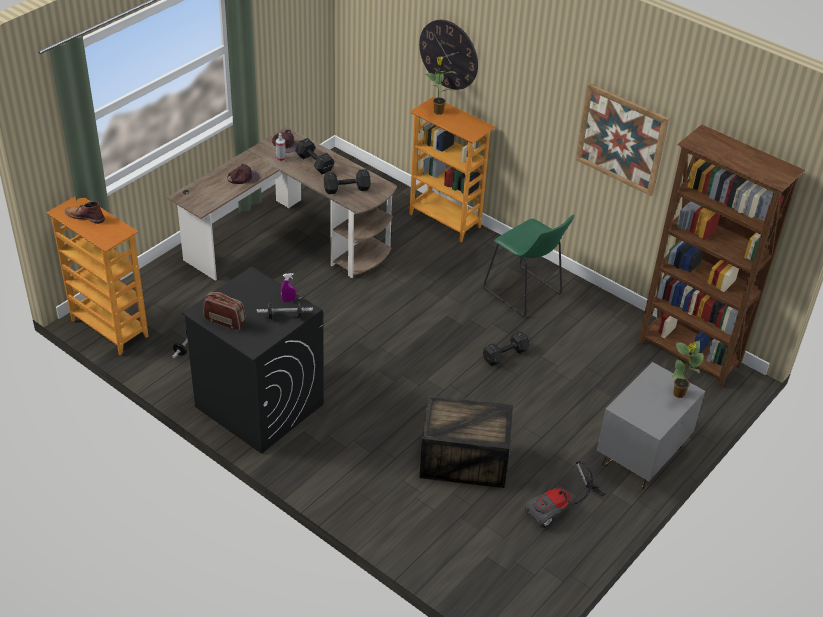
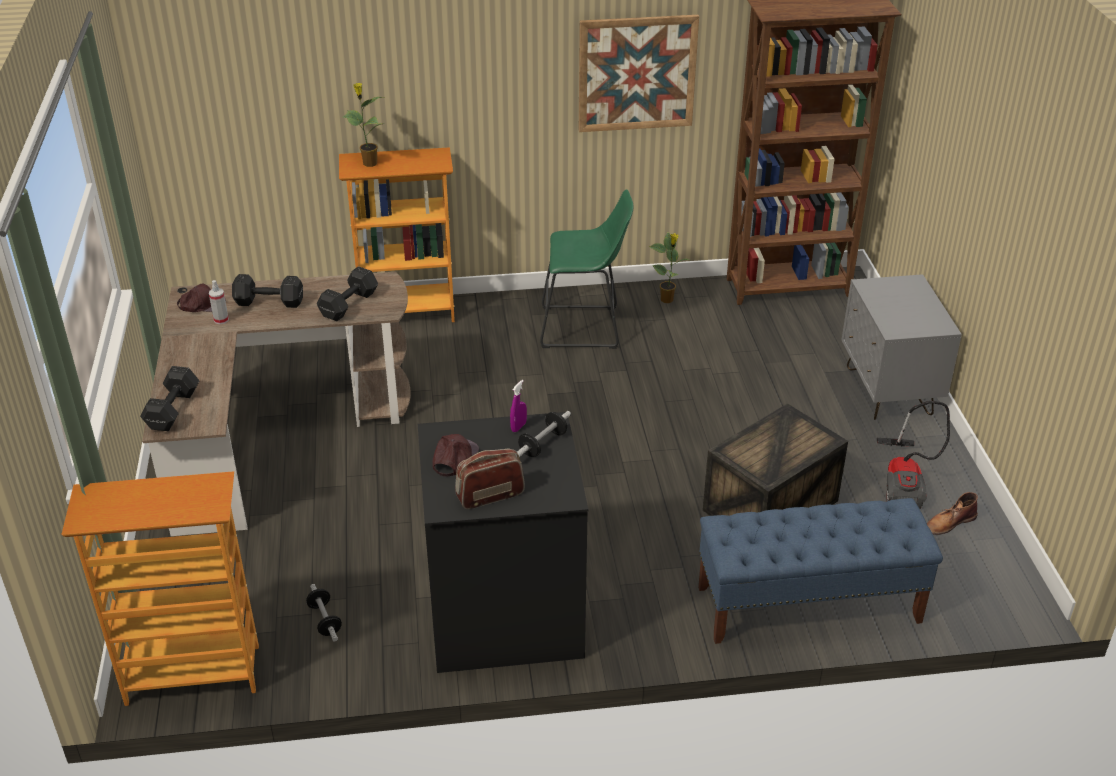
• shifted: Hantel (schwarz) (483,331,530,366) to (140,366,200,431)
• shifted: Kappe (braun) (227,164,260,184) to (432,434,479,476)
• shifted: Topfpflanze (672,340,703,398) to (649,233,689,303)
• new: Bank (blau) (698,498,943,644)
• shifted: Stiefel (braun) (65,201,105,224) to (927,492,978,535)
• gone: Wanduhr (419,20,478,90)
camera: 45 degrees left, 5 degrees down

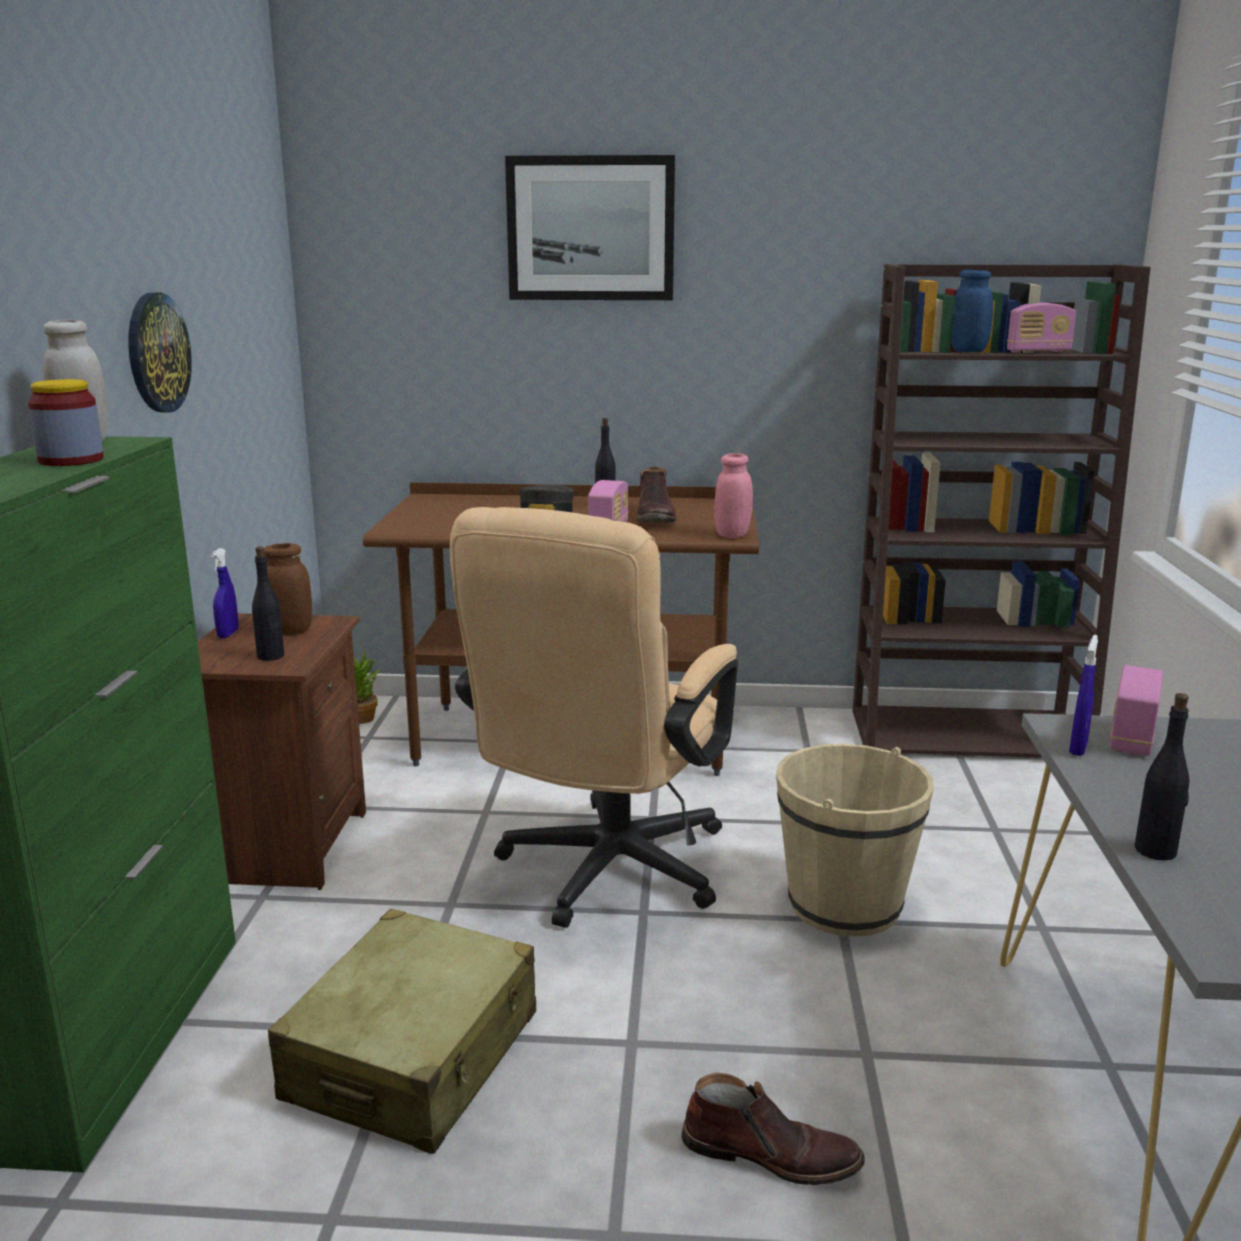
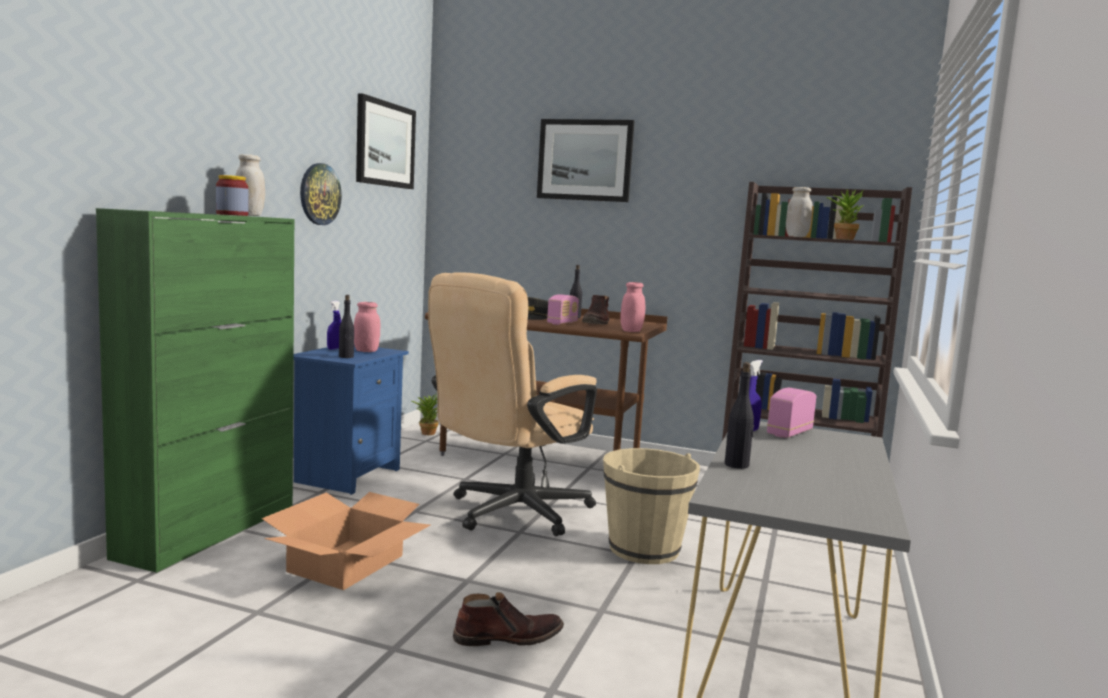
• swapped: Koffer (beige) (268,909,536,1154) to Karton (262,492,430,590)
• repainted: Nachttisch (braun) (198,613,366,890) to Nachttisch (blau) (294,345,409,495)
• repainted: Vorratsglas (braun) (264,543,312,635) to Vorratsglas (rosa) (354,302,380,352)
• new: Bild (356,94,416,189)
• rotated: Stiefel (braun) (681,1073,865,1185) = (453,592,564,646) 45 degrees counterclockwise
• repainted: Vorratsglas (blau) (951,270,993,352) to Vorratsglas (weiß) (786,187,813,237)
• swapped: Radio (1007,302,1076,353) to Topfpflanze (826,189,864,240)
camera: 15 degrees right, 10 degrees down

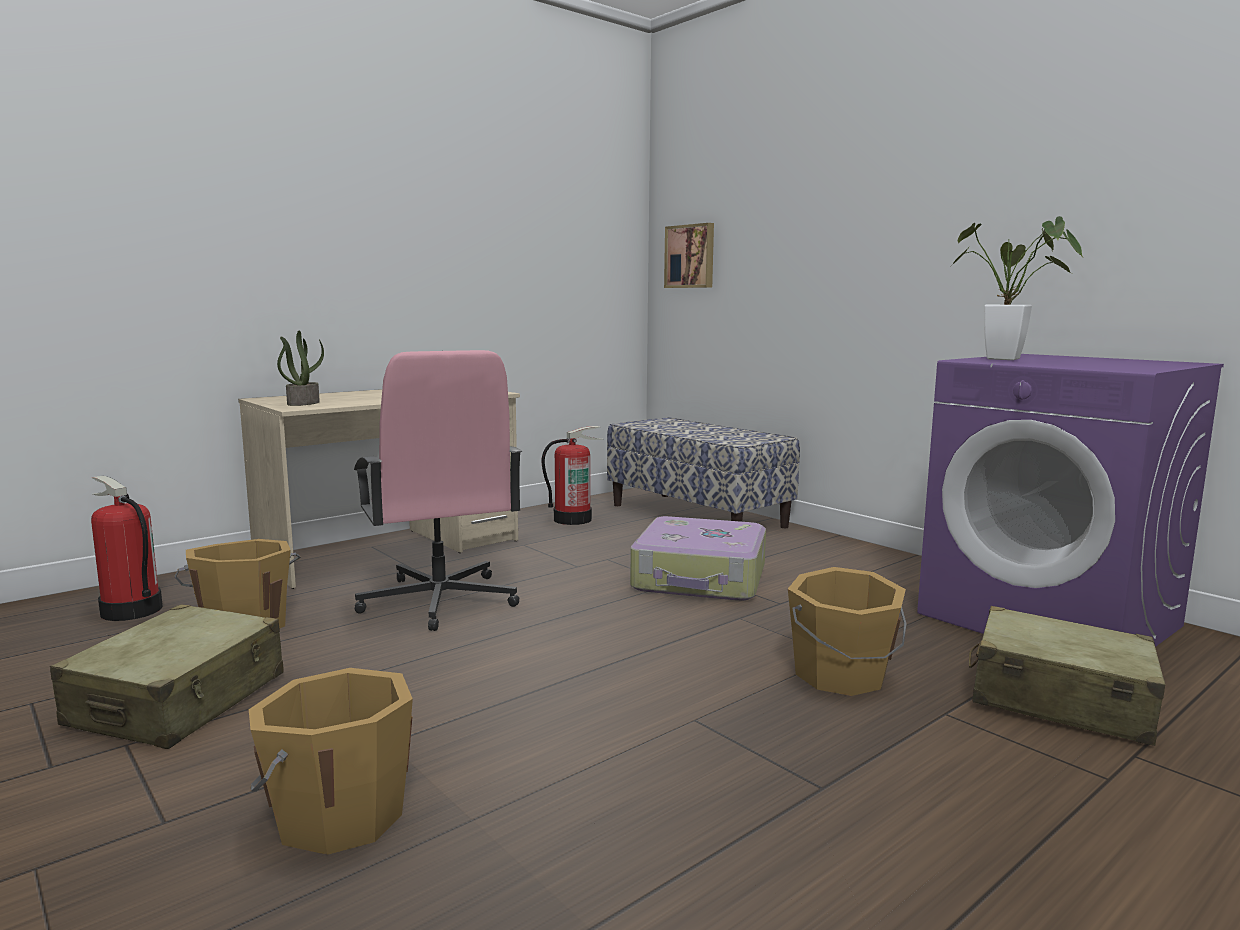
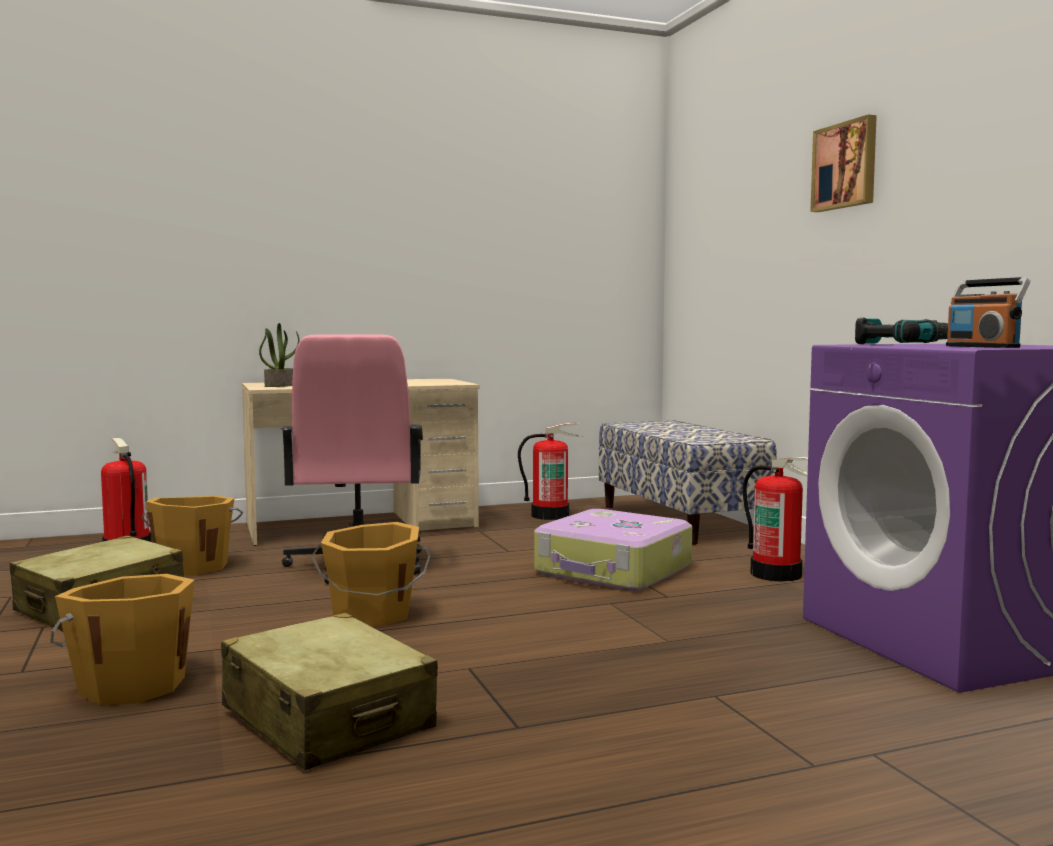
• shifted: Koffer (beige) (969,606,1165,746) to (221,613,438,770)
• shifted: Eimer (orange) (788,567,906,696) to (311,522,430,626)
• new: Feuerlöscher (743,457,808,582)
• shifted: Bild (664,223,714,288) to (810,115,877,212)
• swapped: Topfpflanze (952,216,1083,360) to Bohrmaschine (855,317,948,344)
• new: Radio (946,277,1030,348)
camera: 20 degrees right, 5 degrees down

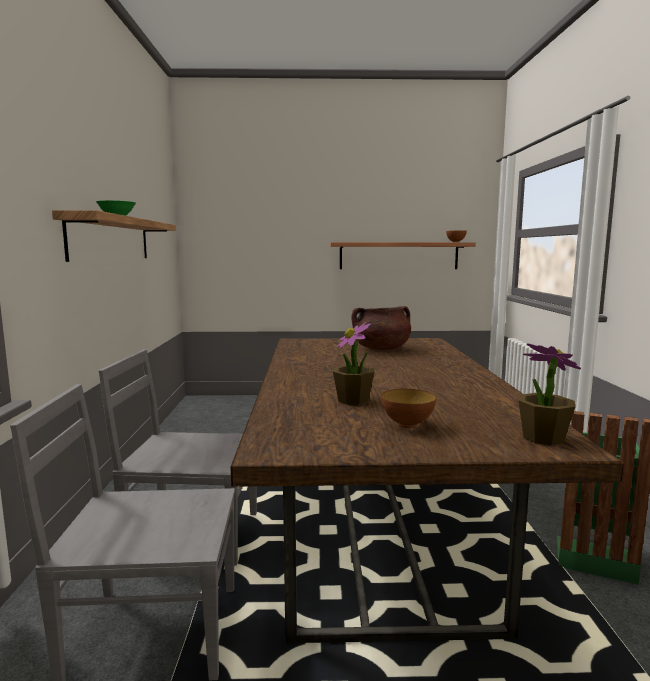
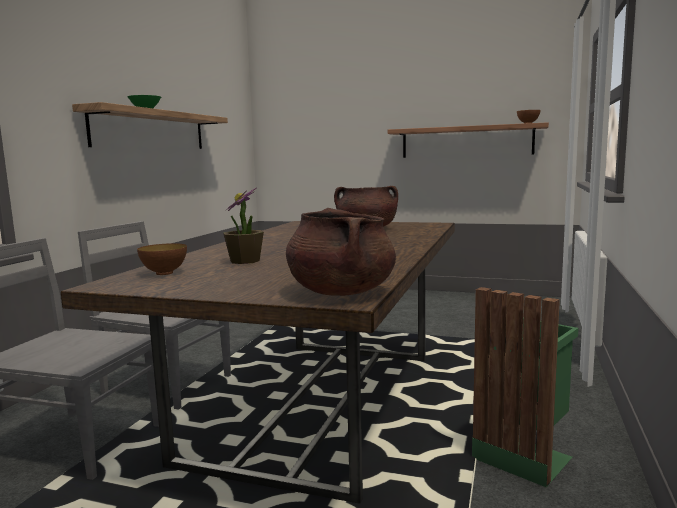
• shifted: Schüssel (381,389,436,428) to (137,243,187,275)
• swapped: Topfpflanze (518,343,581,446) to Kochtopf (braun) (286,208,396,296)
camera: 20 degrees right, 0 degrees up

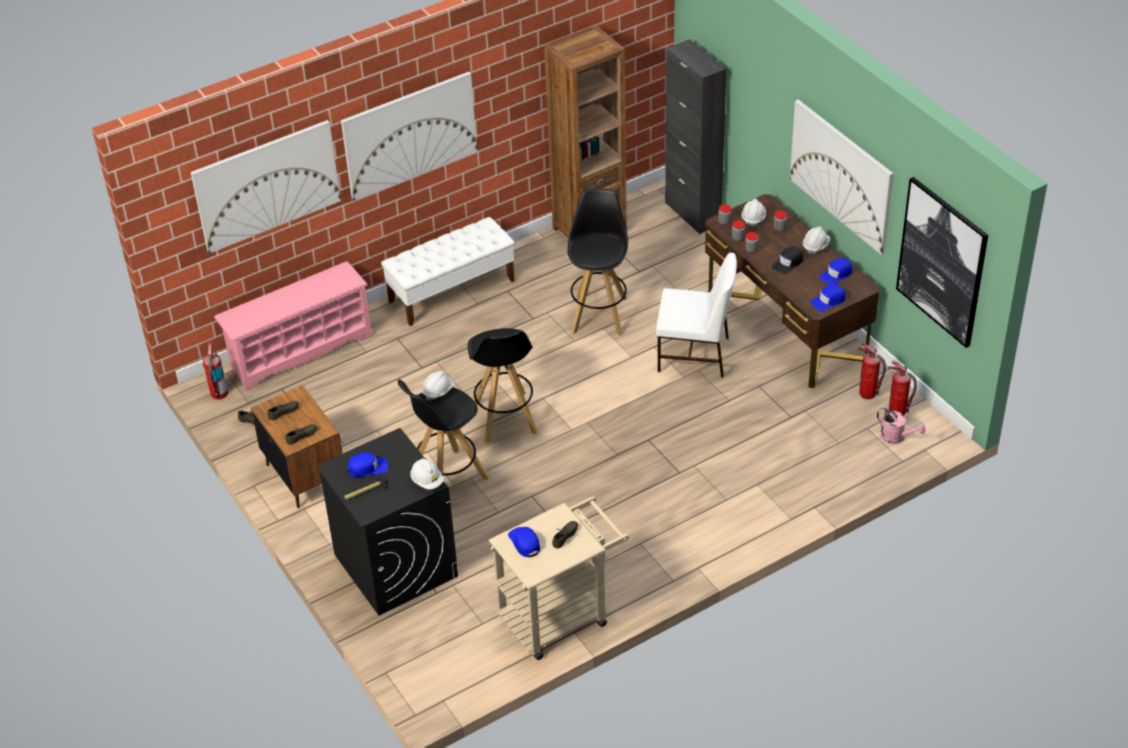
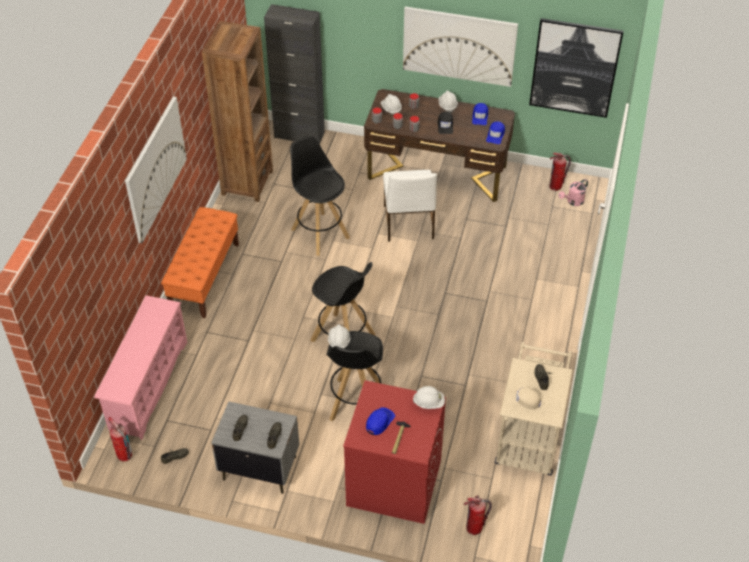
• repainted: Bank (weiß) (381,217,515,326) to Bank (orange) (161,207,239,318)
• repainted: Nachttisch (braun) (251,385,343,509) to Nachttisch (grau) (211,401,299,494)
• repainted: Waschmaschine (schwarz) (316,428,458,616) to Waschmaschine (rot) (343,380,446,524)
• rotated: Stuhl (weiß) (656,253,737,377) = (383,170,437,242) 120 degrees clockwise
• shifted: Feuerlöscher (858,343,886,399) to (464,495,492,535)
• repainted: Kappe (blau) (508,527,540,557) to Kappe (beige) (507,387,541,409)
• rotated: Gießkanne (rosa) (877,408,925,444) = (559,179,588,206) 150 degrees clockwise
• gone: Bild (191,120,341,254)
camera: 45 degrees left, 5 degrees up

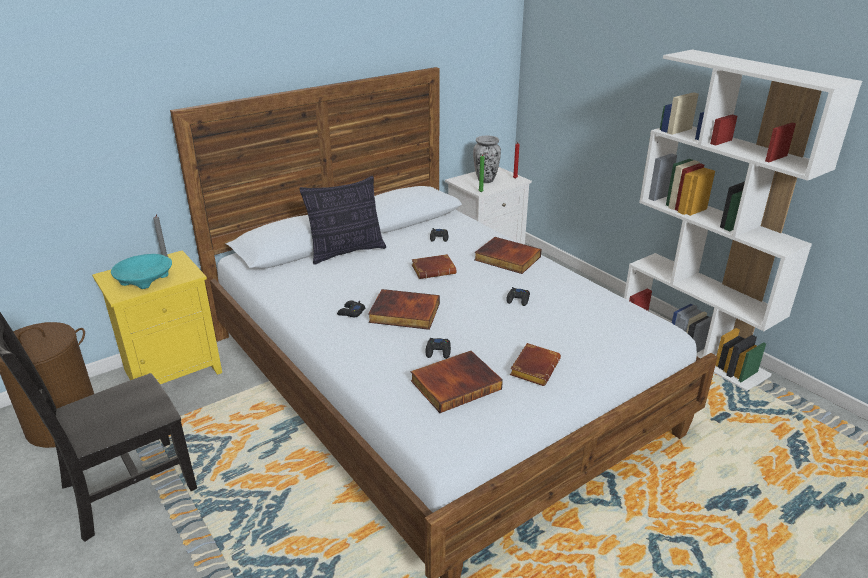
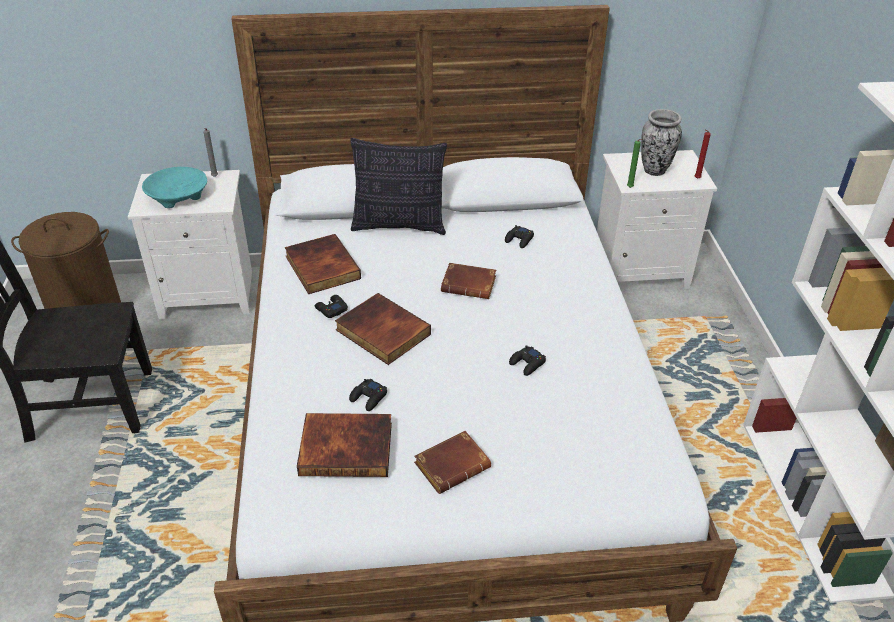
• repainted: Nachttisch (gelb) (92,250,222,384) to Nachttisch (weiß) (128,170,252,319)
• shifted: Buch (474,237,542,274) to (285,234,361,294)
camera: 30 degrees right, 10 degrees up

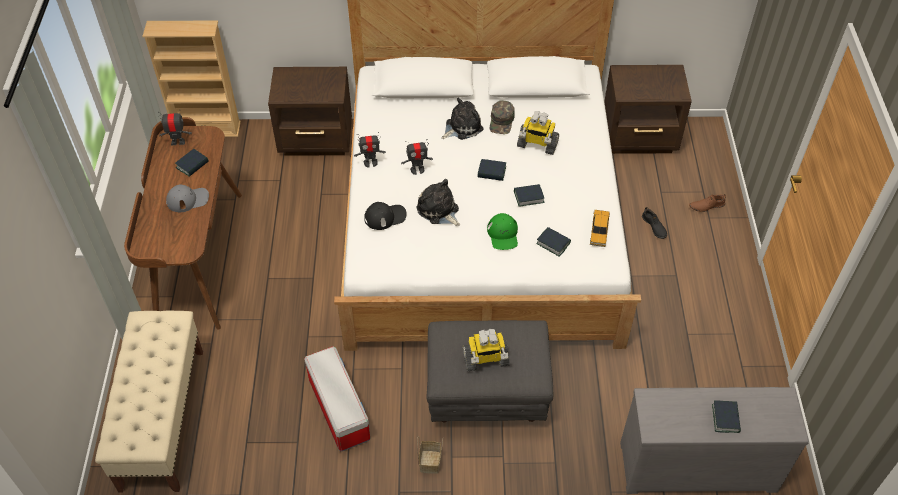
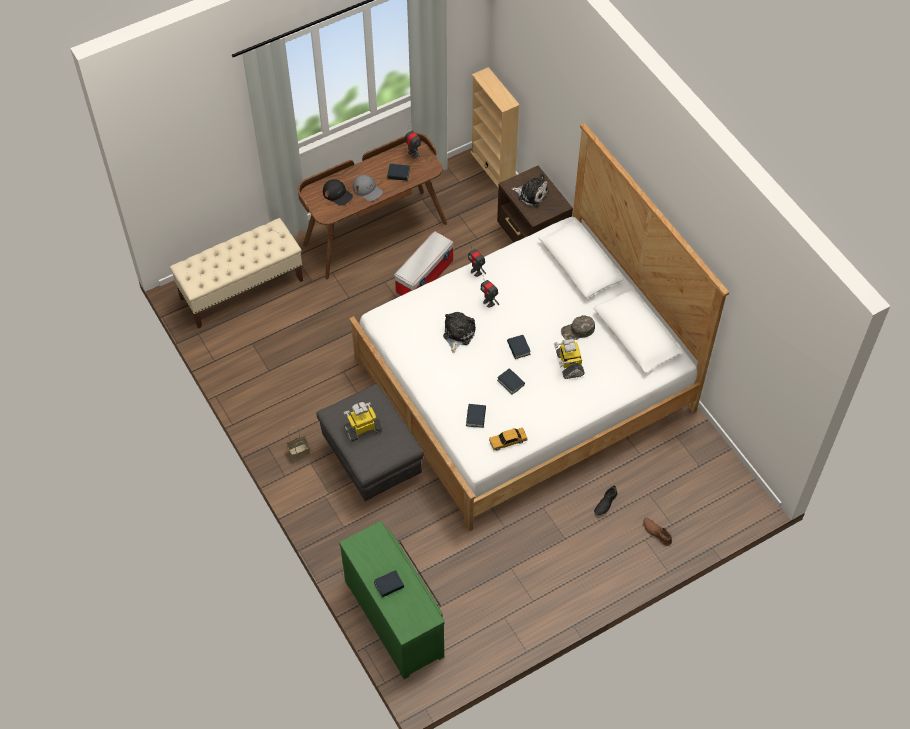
• shifted: Kappe (schwarz) (364,202,407,230) to (323,179,353,206)
• repainted: Kommode (grau) (620,387,809,494) to Kommode (grün) (339,521,445,679)
• rotated: Spielzeugroboter (463,329,509,371) = (343,402,382,442) 105 degrees clockwise
• shifted: Aufbewahrungsbox (304,346,370,452) to (394,231,453,296)
• shifted: Plüschtier (442,98,483,140) to (511,174,549,207)
• gone: Kappe (grün) (487,213,518,250)
• gone: Nachttisch (braun) (604,65,692,154)
camera: 60 degrees right, 5 degrees up

